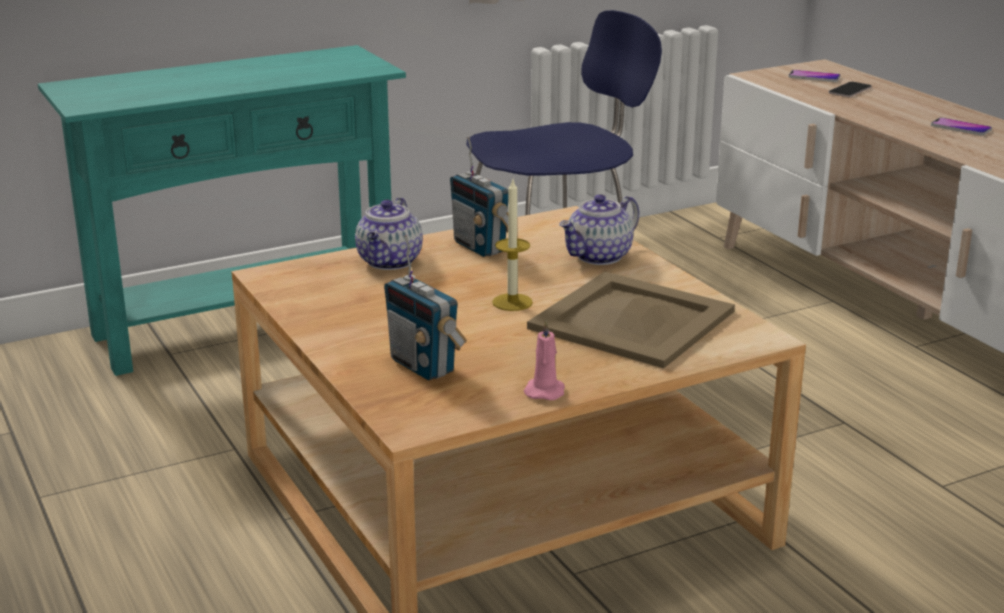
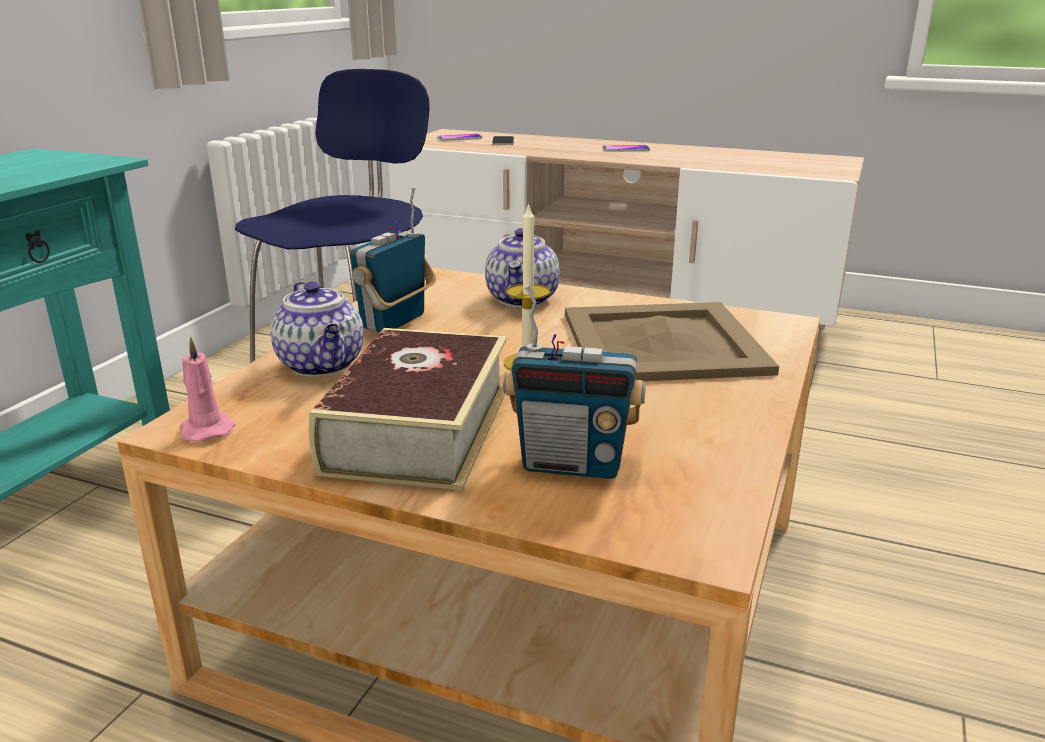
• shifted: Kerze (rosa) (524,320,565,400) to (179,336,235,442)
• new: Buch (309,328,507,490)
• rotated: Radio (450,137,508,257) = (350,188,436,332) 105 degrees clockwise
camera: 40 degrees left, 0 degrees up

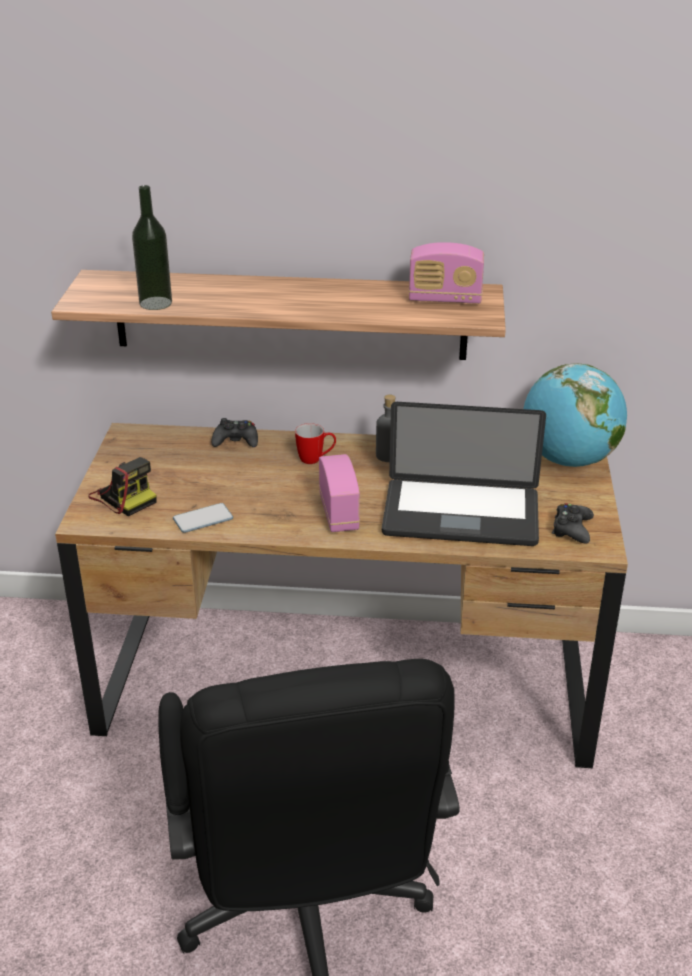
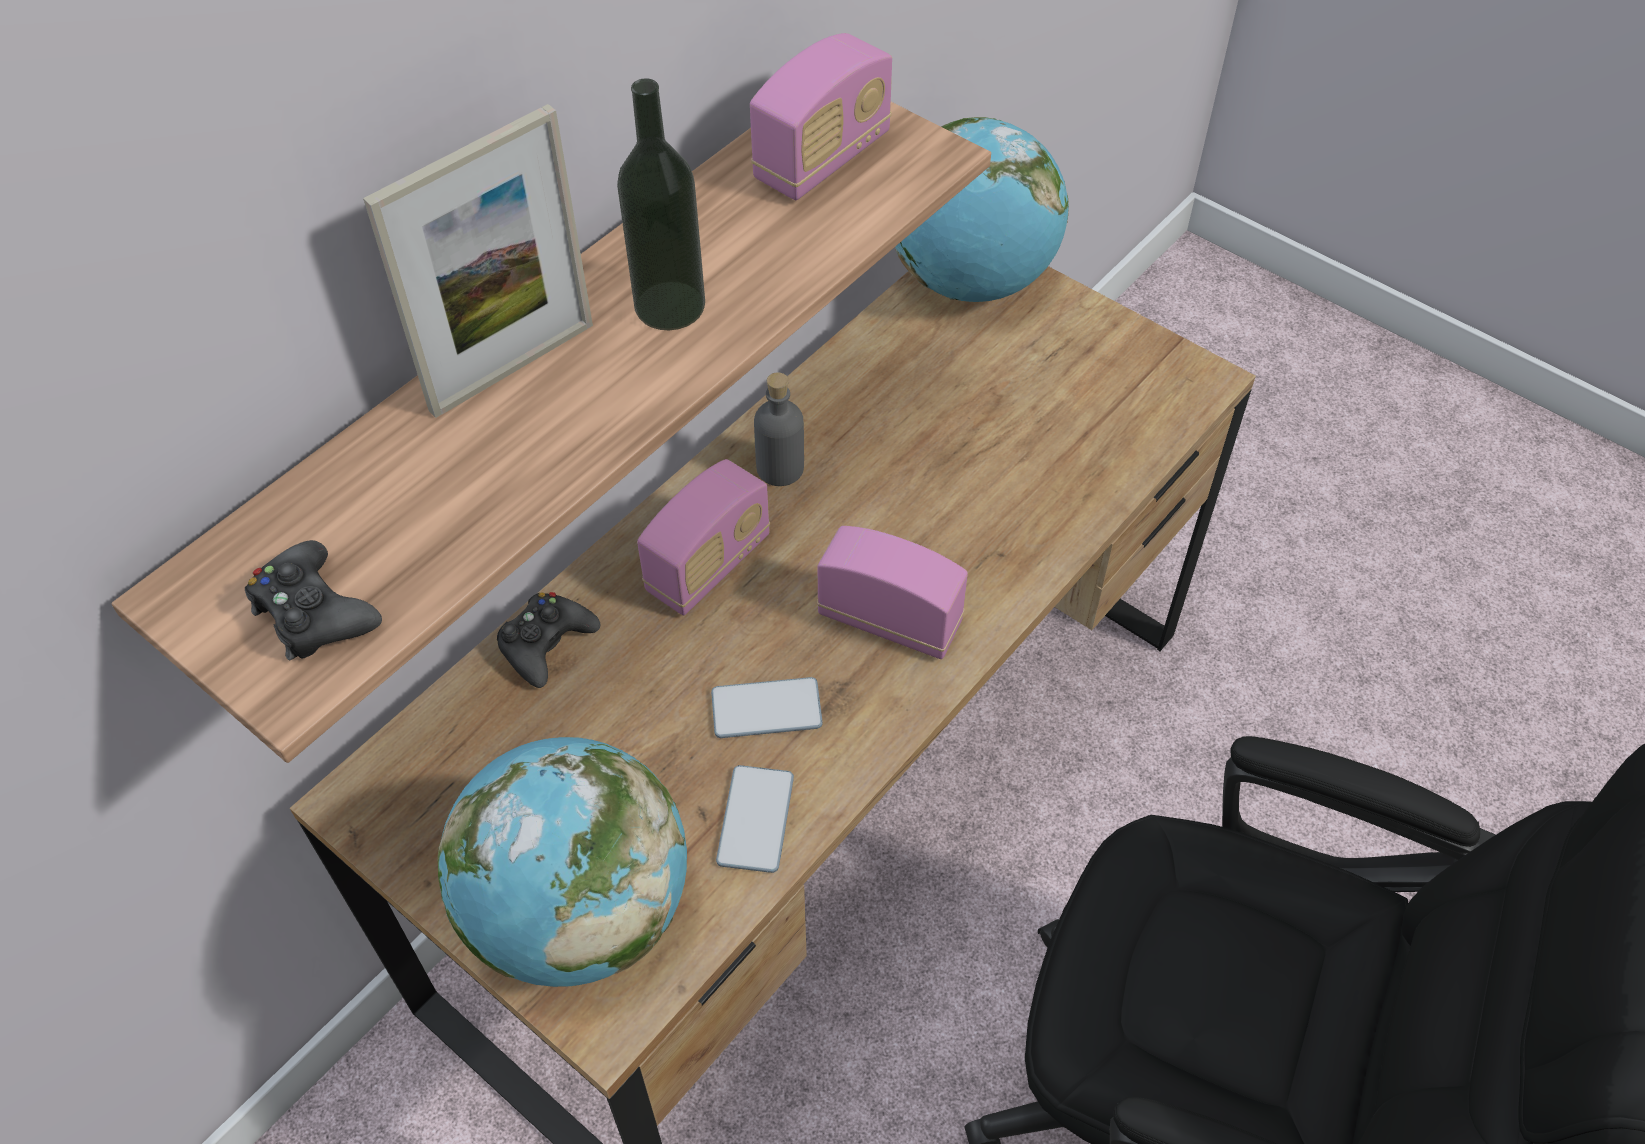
• shifted: Gamepad (schwarz) (552,503,594,544) to (245,540,382,660)
• new: Bilderrahmen (363,104,593,418)
• swapped: Kamera (88,457,157,516) to Globus (438,737,687,987)
• shifted: Flasche (132,185,172,310) to (617,78,705,330)
• swapped: Henkelbecher (295,423,336,464) to Radio (637,459,770,615)
• new: Handy (711,677,823,738)
• gone: Laptop (382,402,546,546)
camera: 55 degrees left, 20 degrees up

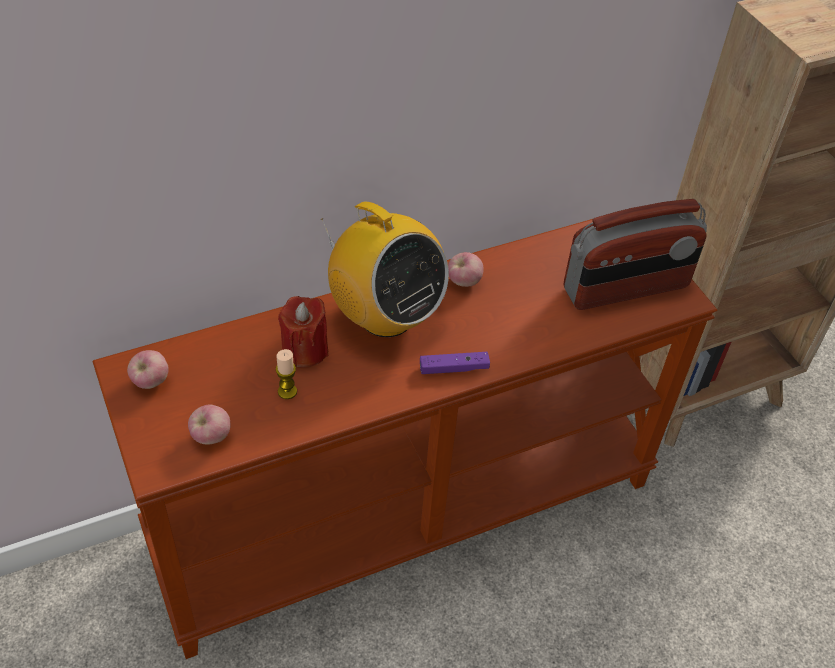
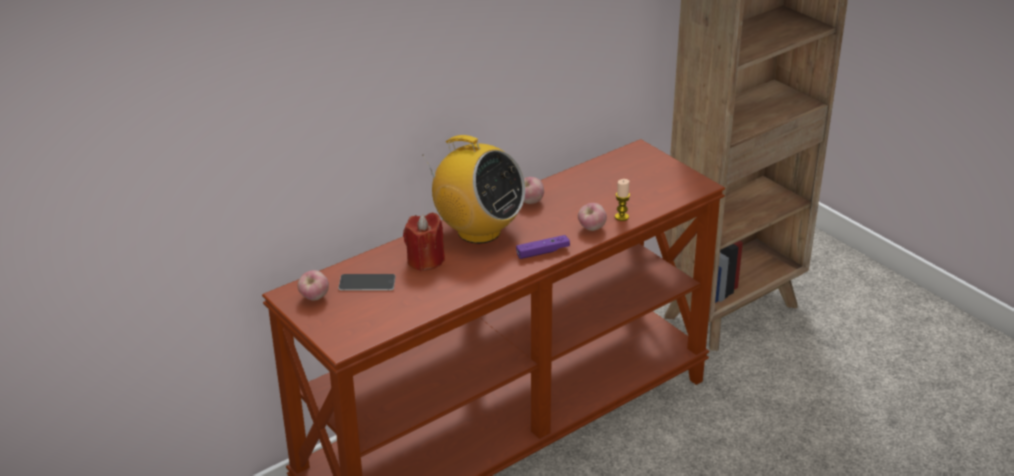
• new: Handy (338,274,396,291)
• shifted: Apfel (188,405,231,445) to (578,203,607,231)
• shifted: Kerze (276,349,297,399) to (615,179,630,221)
• gone: Radio (564,199,707,310)
camera: 10 degrees left, 15 degrees down

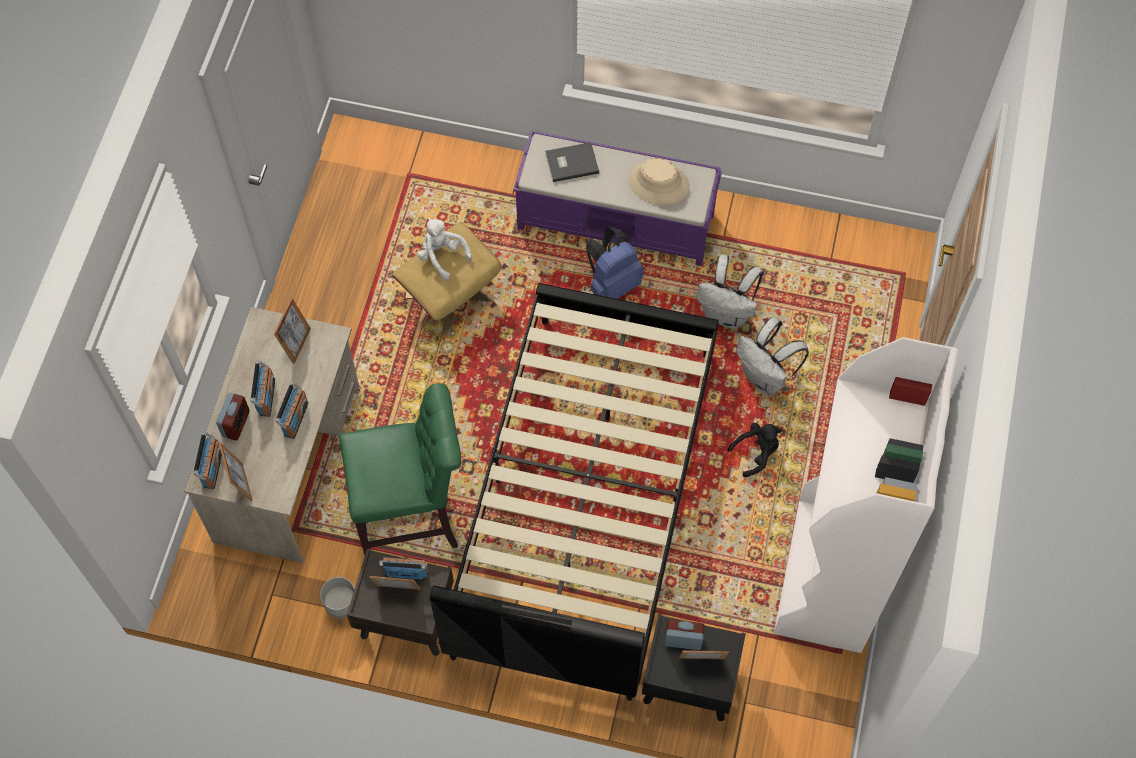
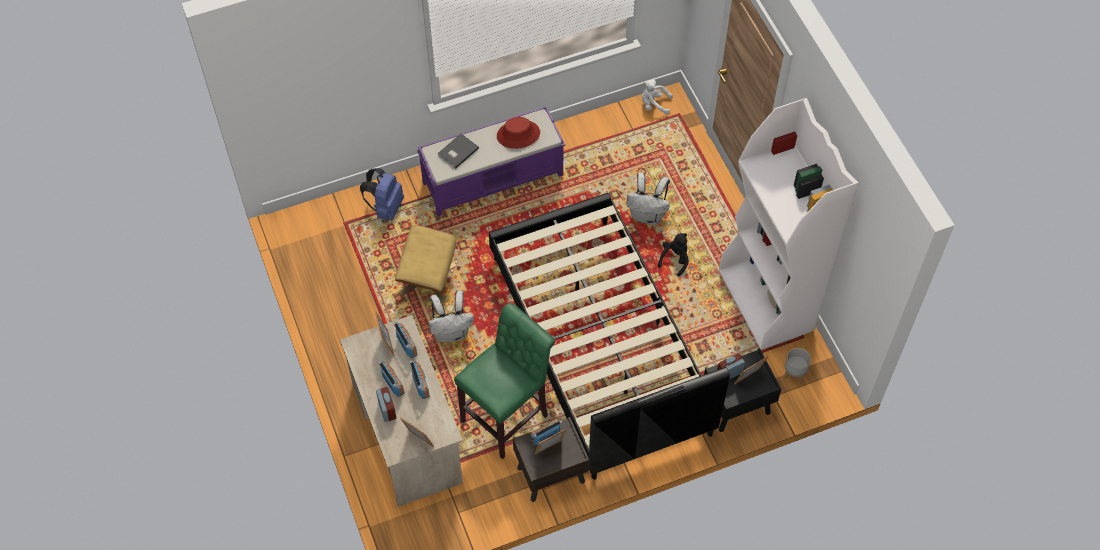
• shifted: Rucksack (blau) (586,227,644,299) to (360,168,404,221)
• shifted: Radio (193,432,222,489) to (393,322,418,358)
• shifted: Rucksack (weiß) (696,255,764,329) to (429,290,474,343)
• repainted: Hut (beige) (628,158,690,205) to Hut (rot) (497,117,540,149)
• shifted: Plüschtier (weiß) (417,218,472,280) to (642,79,673,115)
• shifted: Pflanzkübel (grau) (320,577,355,625) to (784,348,811,383)
camera: 35 degrees left, 5 degrees down

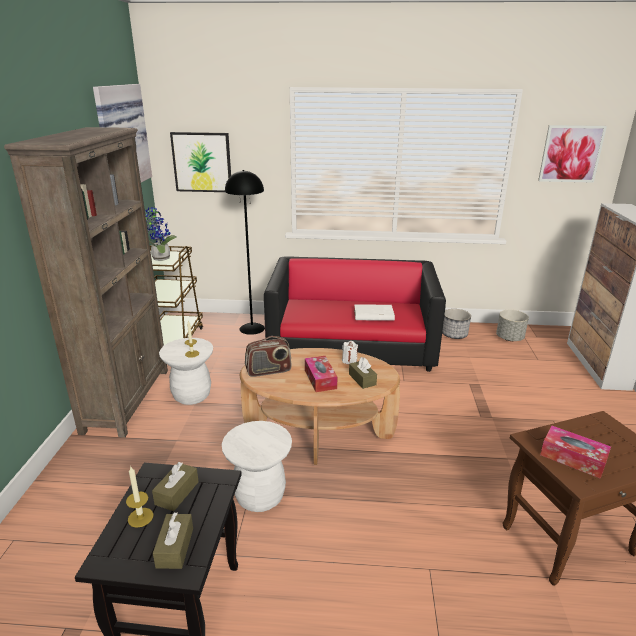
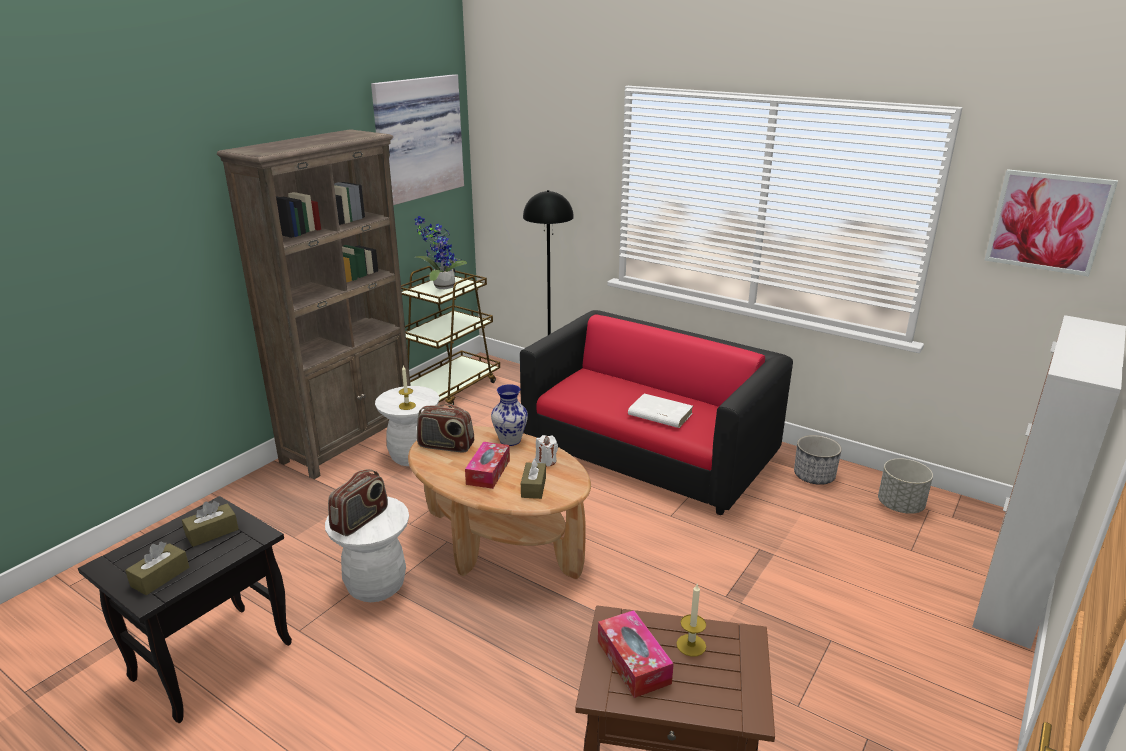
• new: Radio (328,469,388,536)
• new: Vase (491,384,528,446)
• shifted: Kerze (126,467,154,528) to (676,584,706,657)
• gone: Bild (170,132,231,192)
camera: 30 degrees right, 0 degrees up

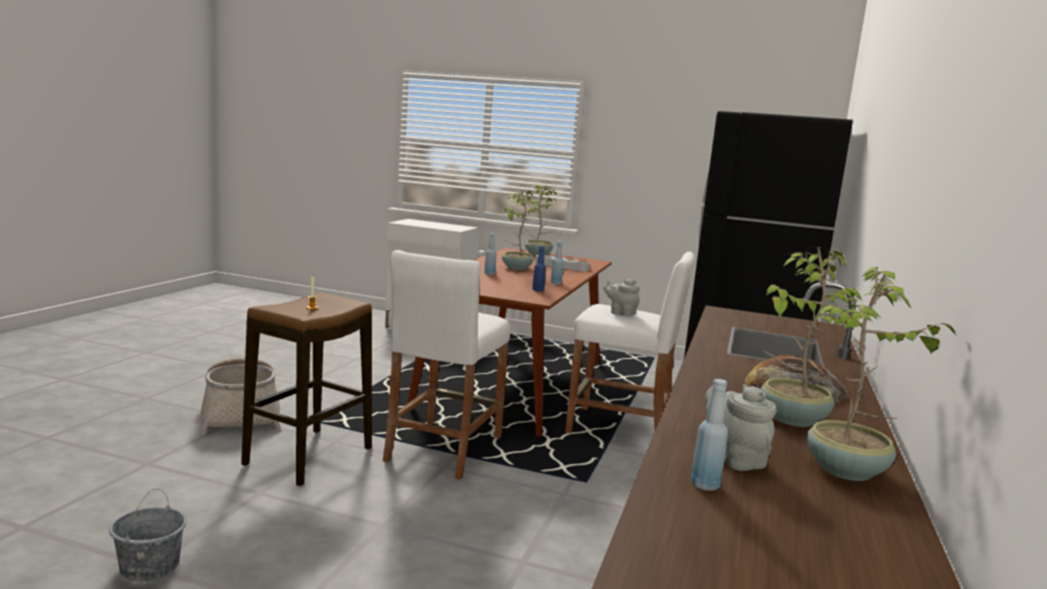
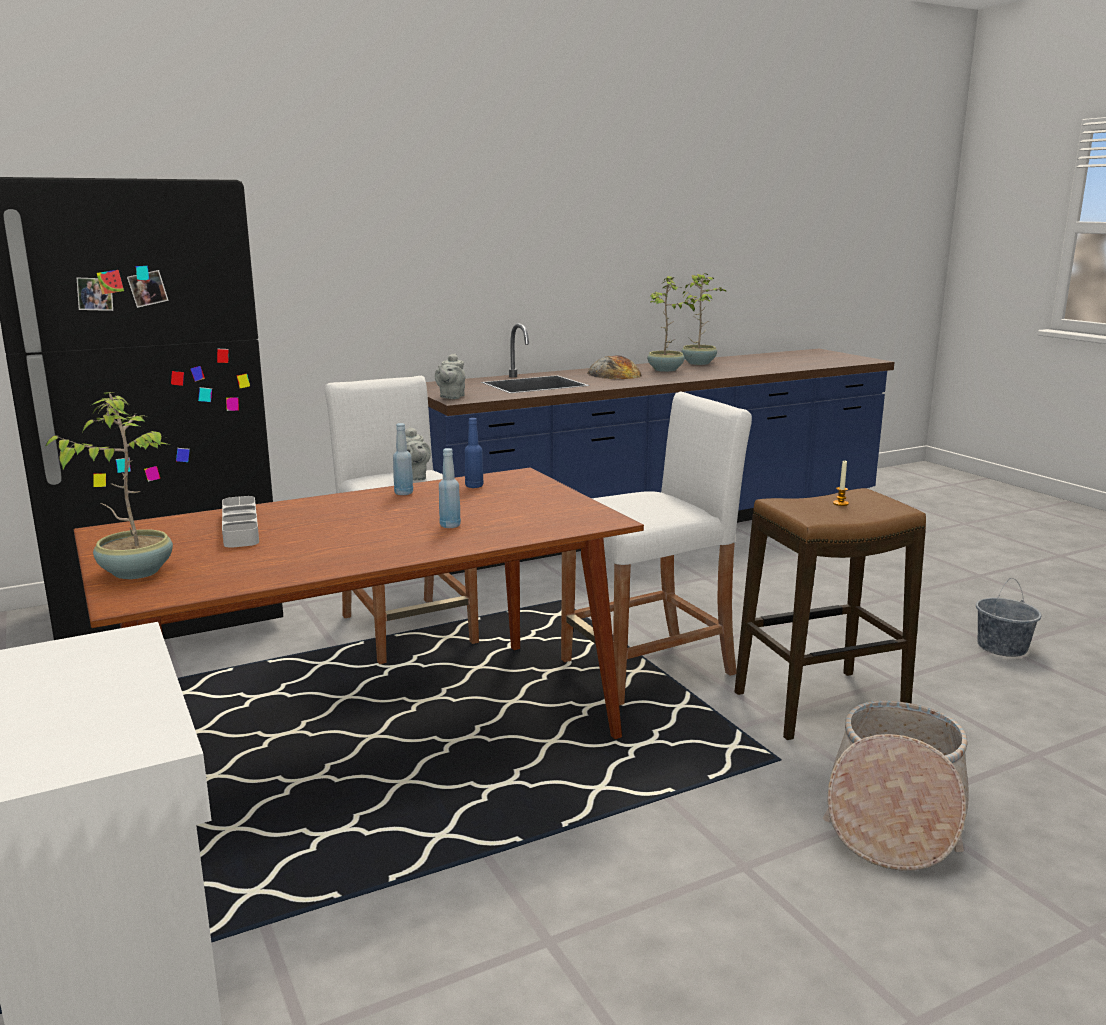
• shifted: Teekanne (grau) (705,384,776,471) to (435,354,466,399)
• gone: Topfpflanze (502,190,539,270)
• gone: Flasche (blau) (691,379,728,491)
camera: 135 degrees left, 5 degrees up

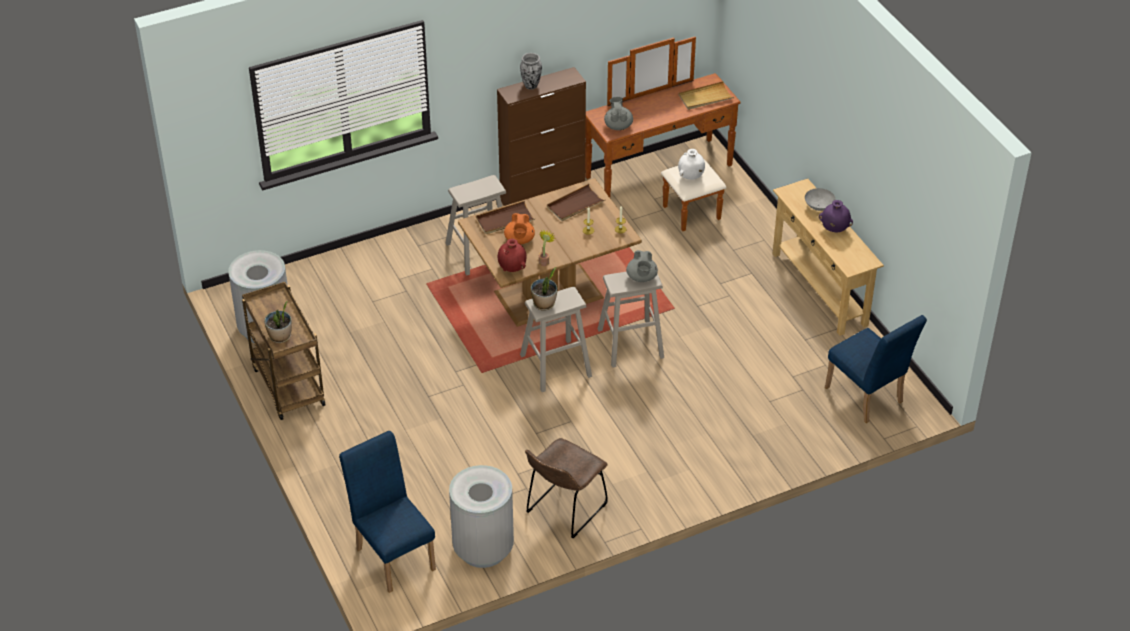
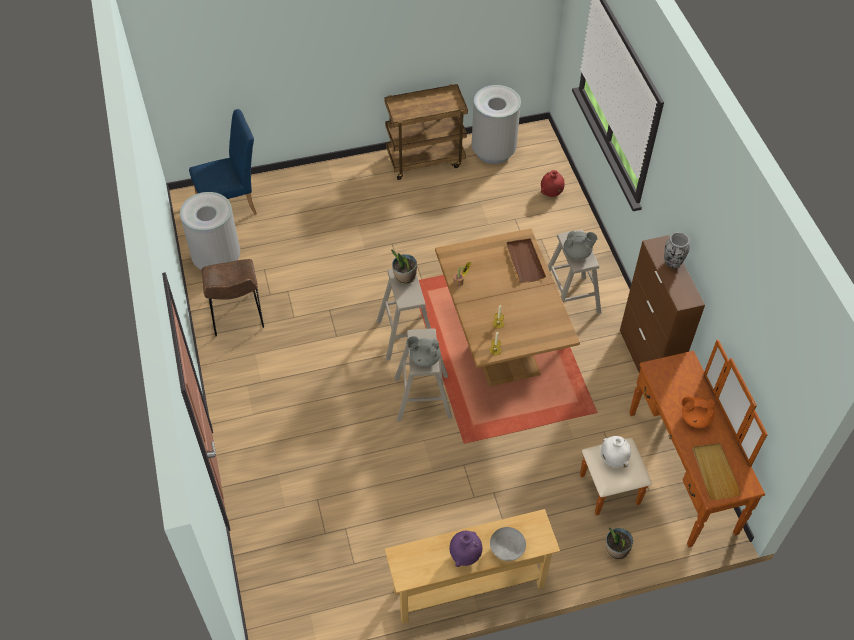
• rotated: Stuhl (braun) (525,438,608,538) = (201,259,264,336) 150 degrees counterclockwise
• shifted: Vase (rot) (498,239,526,272) to (541,170,565,197)
• shifted: Teekanne (grau) (604,97,633,130) to (564,231,598,260)
• shifted: Topfpflanze (264,301,292,343) to (606,527,633,560)
• shifted: Teekanne (orange) (504,213,535,244) to (681,396,715,428)
• gone: Tablett (braun) (547,184,606,221)
• gone: Stuhl (blau) (825,315,927,423)
camera: 100 degrees right, 10 degrees up

